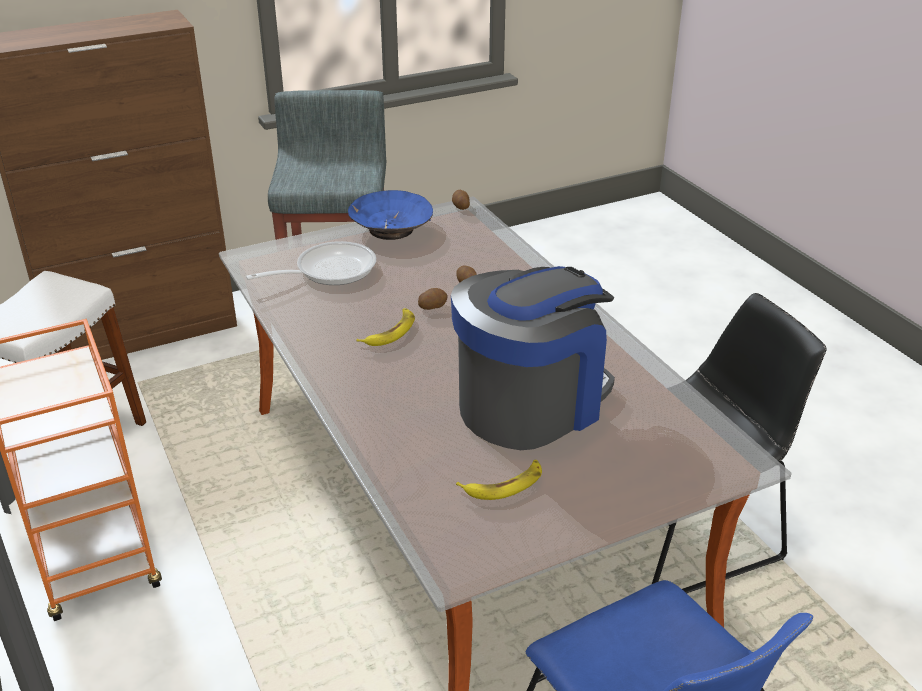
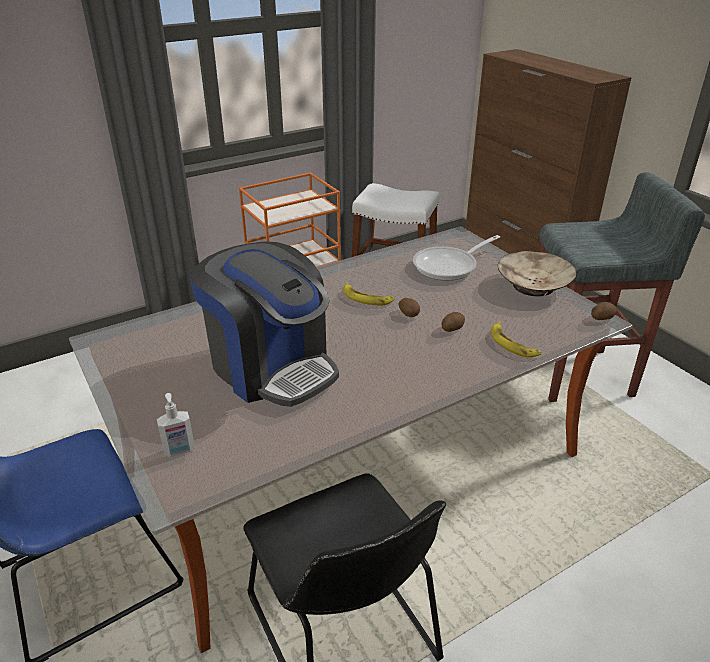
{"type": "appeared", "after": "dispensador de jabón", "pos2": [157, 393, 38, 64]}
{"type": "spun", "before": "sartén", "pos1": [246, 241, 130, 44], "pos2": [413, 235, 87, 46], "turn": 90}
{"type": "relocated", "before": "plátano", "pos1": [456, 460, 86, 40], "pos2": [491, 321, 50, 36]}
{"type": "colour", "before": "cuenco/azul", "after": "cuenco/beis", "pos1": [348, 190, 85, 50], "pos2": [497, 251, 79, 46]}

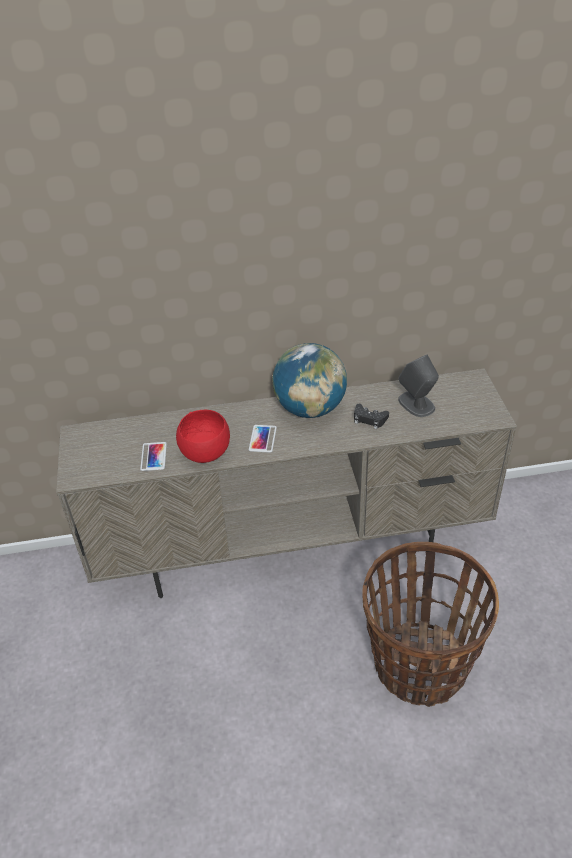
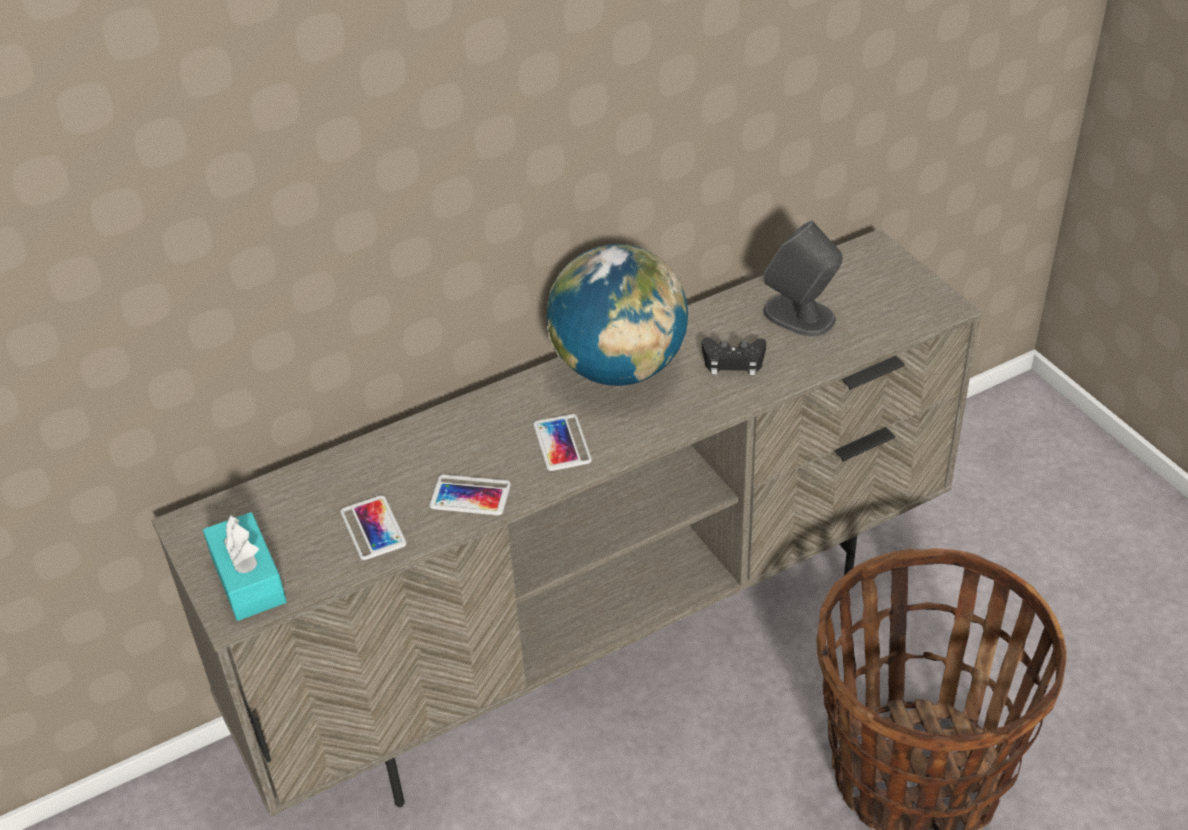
{"type": "appeared", "after": "caja de pañuelos/turquesa", "pos2": [203, 512, 84, 109]}
{"type": "exchanged", "before": "cuenco/rojo", "after": "móvil", "pos1": [176, 410, 54, 53], "pos2": [429, 475, 82, 40]}

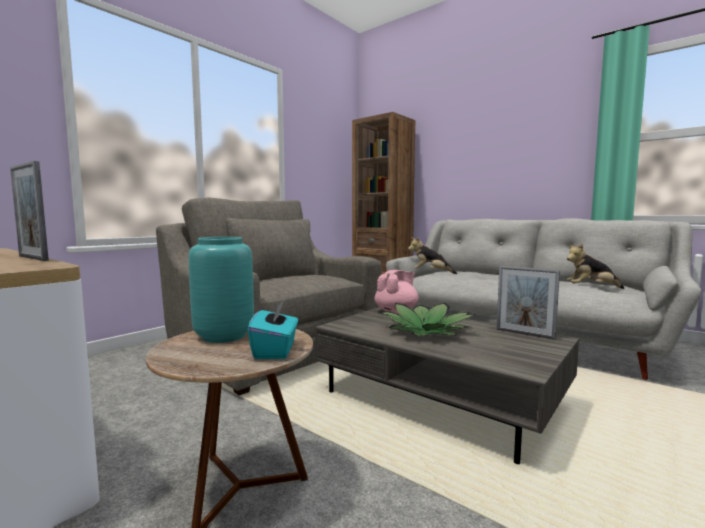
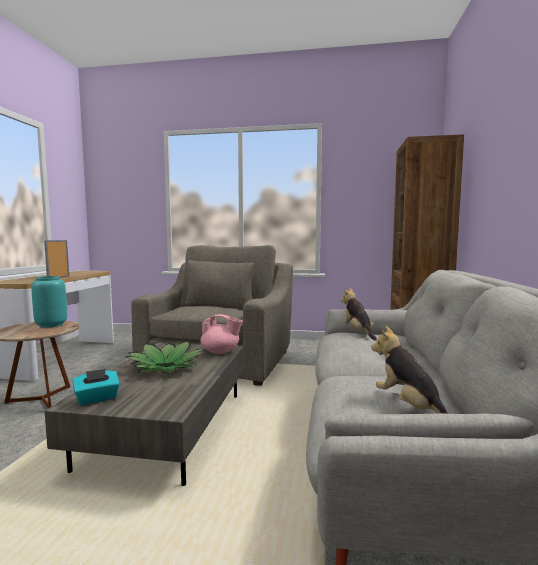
{"type": "relocated", "before": "caja de pañuelos/turquesa", "pos1": [247, 301, 51, 58], "pos2": [72, 369, 48, 37]}
{"type": "missing", "before": "portarretratos", "pos1": [496, 266, 64, 74]}

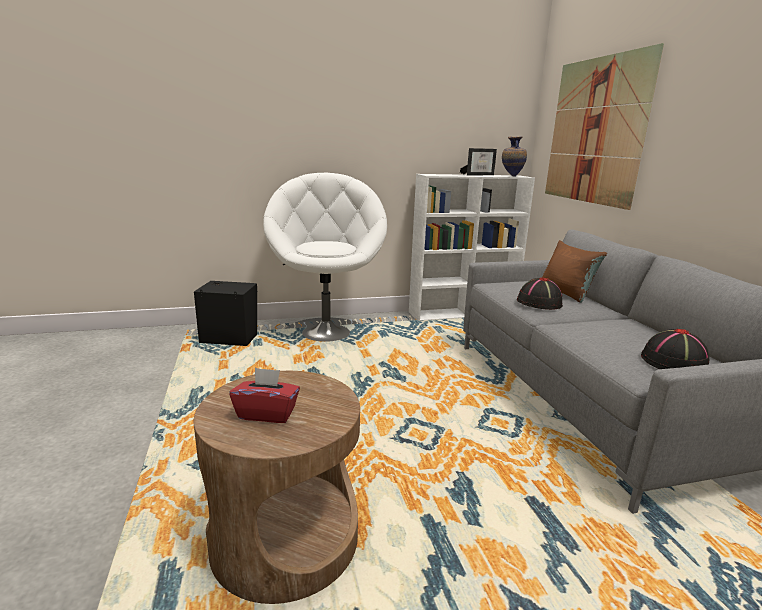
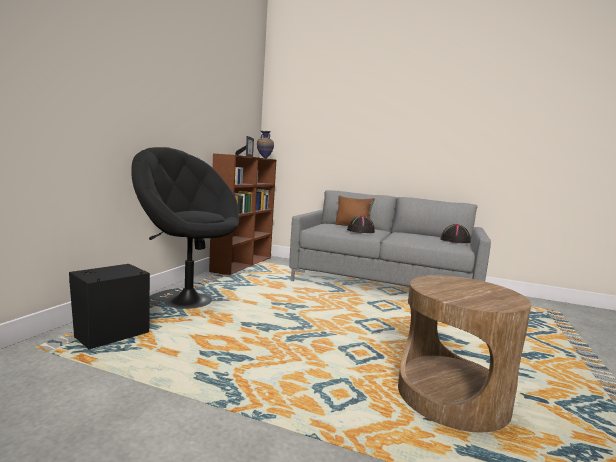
{"type": "colour", "before": "sillón/blanco", "after": "sillón/negro", "pos1": [263, 172, 124, 170], "pos2": [131, 147, 108, 162]}
{"type": "colour", "before": "estantería/blanco", "after": "estantería/marrón", "pos1": [409, 174, 126, 147], "pos2": [209, 154, 67, 121]}
{"type": "missing", "before": "caja de pañuelos/rojo", "pos1": [229, 368, 71, 55]}
{"type": "missing", "before": "cuadro", "pos1": [545, 43, 119, 167]}

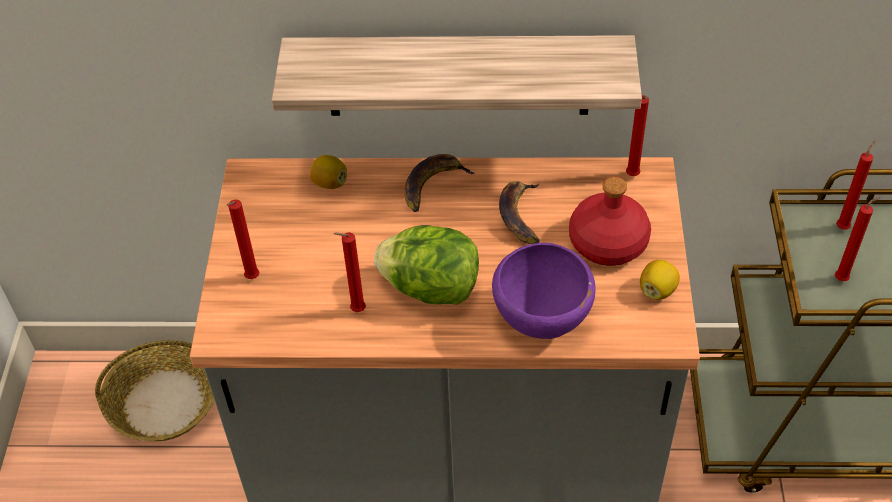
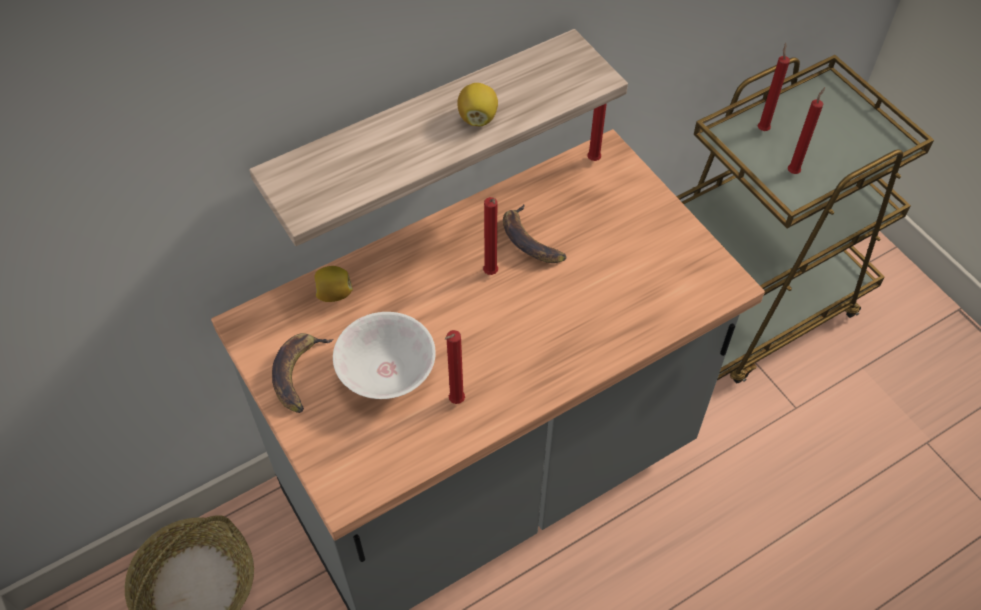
{"type": "relocated", "before": "plátano", "pos1": [404, 154, 71, 58], "pos2": [272, 333, 61, 80]}
{"type": "appeared", "after": "cuenco/blanco", "pos2": [333, 312, 103, 87]}
{"type": "relocated", "before": "limón", "pos1": [640, 260, 40, 40], "pos2": [457, 83, 41, 43]}
{"type": "relocated", "before": "vela/rojo", "pos1": [227, 200, 32, 79], "pos2": [483, 197, 15, 78]}
{"type": "missing", "before": "lechuga", "pos1": [374, 225, 105, 80]}
{"type": "missing", "before": "cuenco/morado", "pos1": [492, 243, 103, 96]}
{"type": "missing", "before": "botella/rojo", "pos1": [569, 177, 82, 89]}

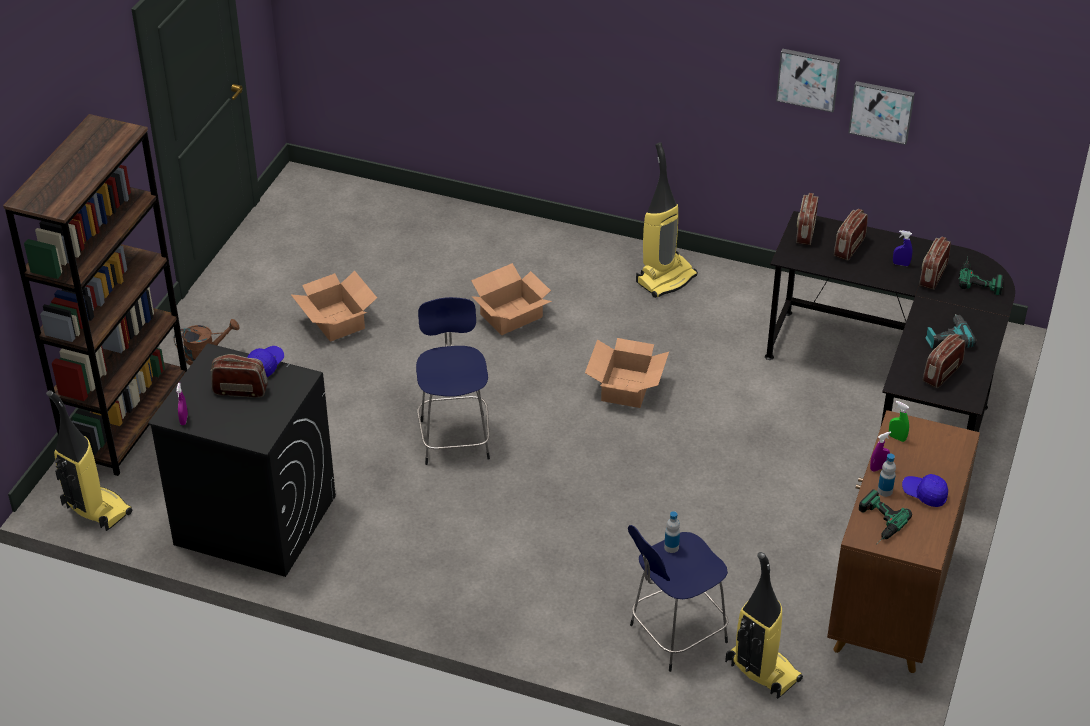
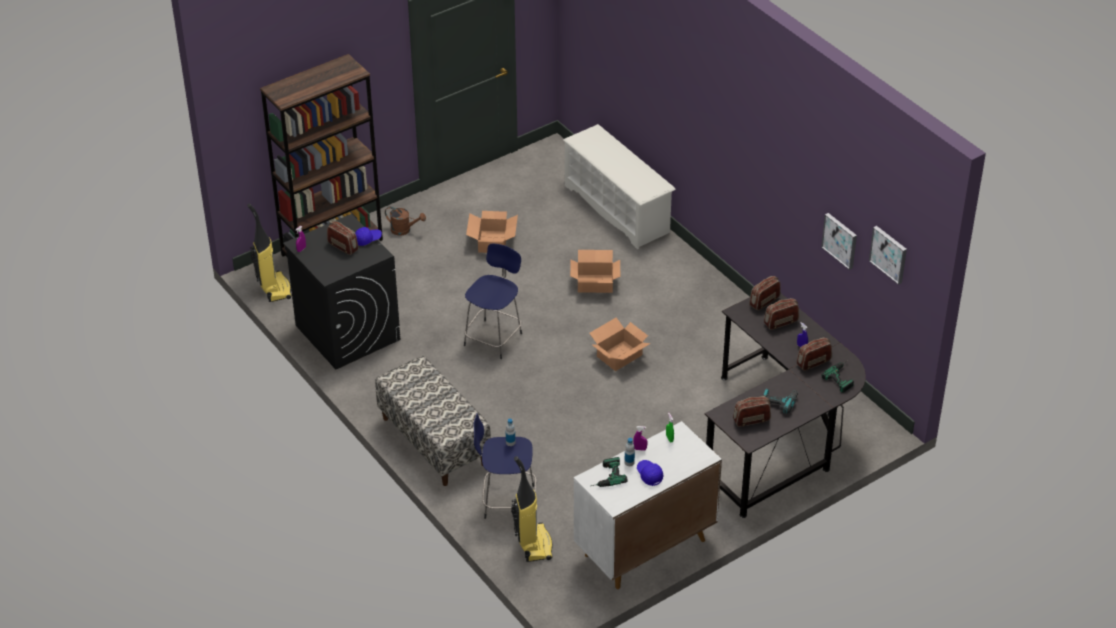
{"type": "appeared", "after": "banco", "pos2": [375, 356, 116, 130]}
{"type": "appeared", "after": "zapatero/blanco", "pos2": [563, 124, 113, 125]}
{"type": "colour", "before": "armario/marrón", "after": "armario/blanco", "pos1": [827, 410, 153, 263], "pos2": [574, 421, 148, 168]}
{"type": "relocated", "before": "cuadro", "pos1": [776, 48, 64, 65], "pos2": [869, 226, 38, 59]}
{"type": "missing", "before": "aspiradora", "pos1": [636, 142, 62, 156]}

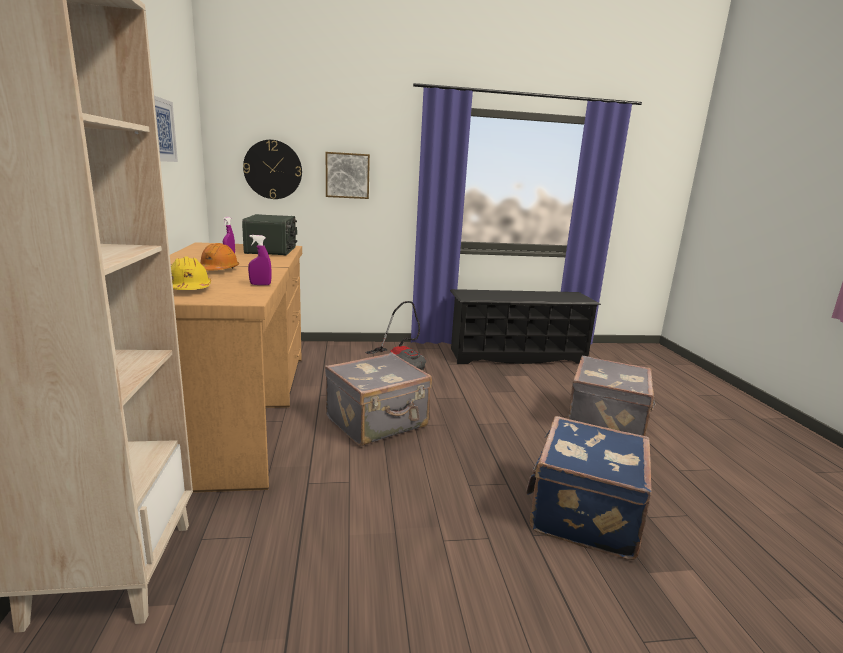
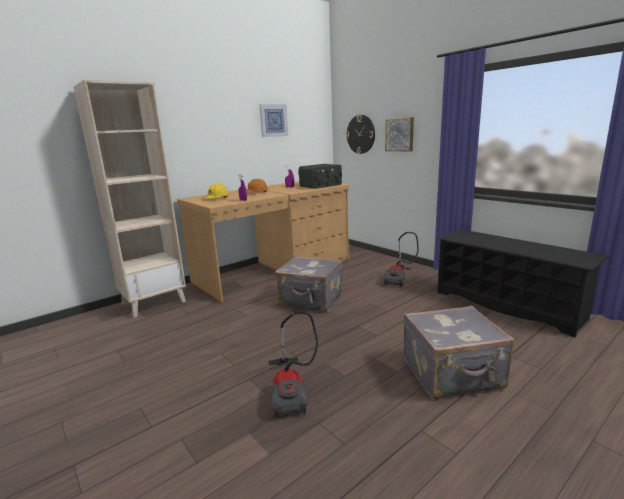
{"type": "exchanged", "before": "maleta/azul", "after": "aspiradora", "pos1": [526, 416, 126, 144], "pos2": [269, 311, 49, 107]}

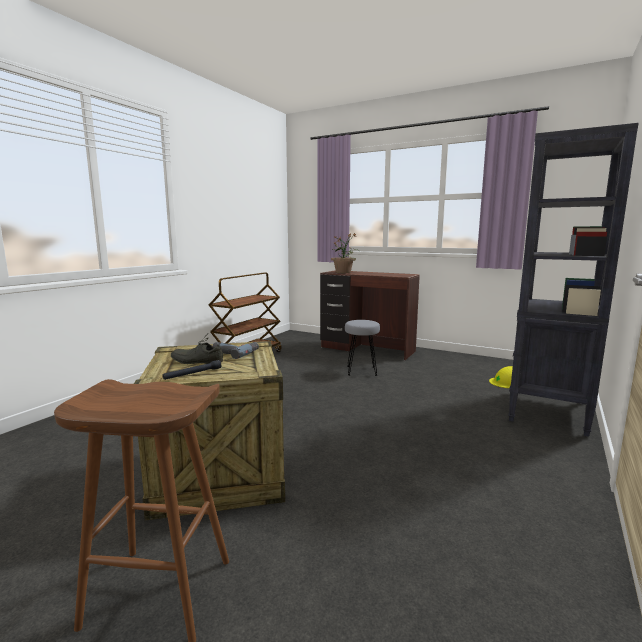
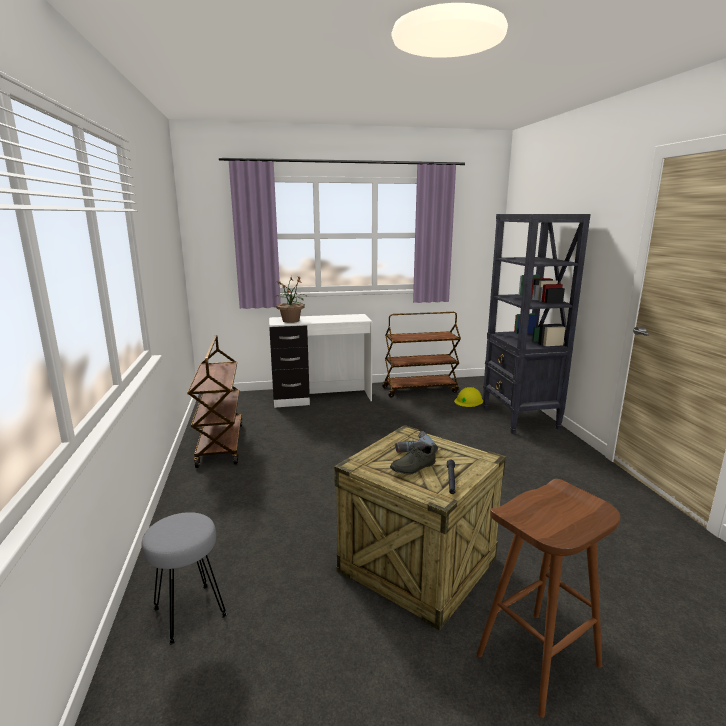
{"type": "relocated", "before": "taburete/gris", "pos1": [345, 320, 35, 56], "pos2": [141, 512, 86, 132]}
{"type": "colour", "before": "escritorio/marrón", "after": "escritorio/blanco", "pos1": [320, 270, 100, 90], "pos2": [269, 314, 103, 94]}
{"type": "appeared", "after": "carrito/marrón", "pos2": [382, 312, 79, 86]}

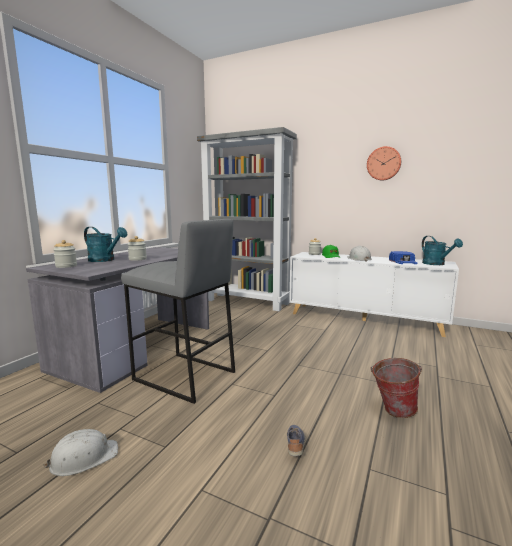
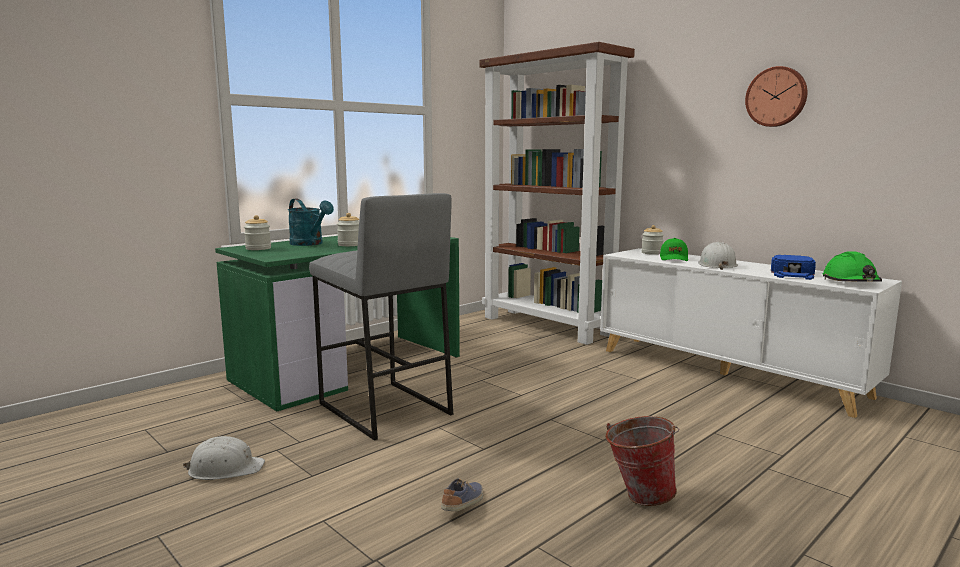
{"type": "colour", "before": "escritorio/gris", "after": "escritorio/verde", "pos1": [26, 247, 183, 146], "pos2": [215, 236, 245, 175]}
{"type": "colour", "before": "estantería/gris", "after": "estantería/marrón", "pos1": [197, 127, 100, 184], "pos2": [479, 42, 156, 303]}
{"type": "exchanged", "before": "regadera/turquesa", "after": "casco/verde", "pos1": [422, 236, 41, 29], "pos2": [823, 251, 59, 31]}

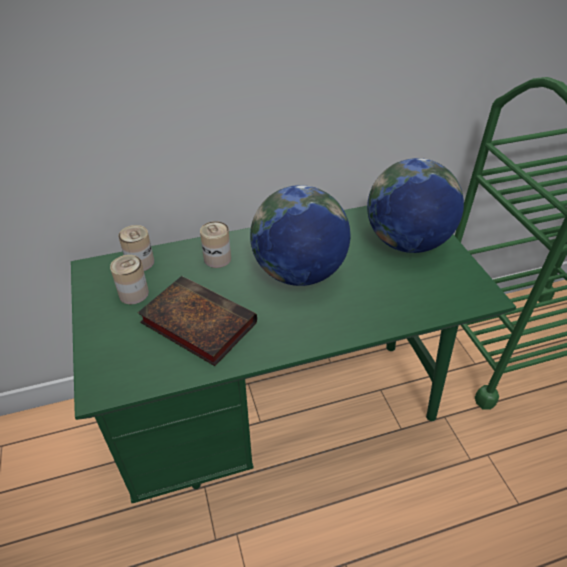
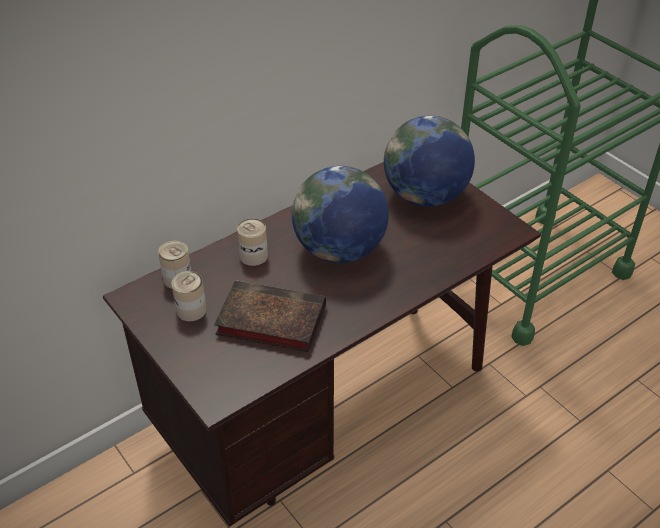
{"type": "colour", "before": "escritorio/verde", "after": "escritorio/marrón", "pos1": [71, 206, 445, 297], "pos2": [103, 162, 438, 365]}

